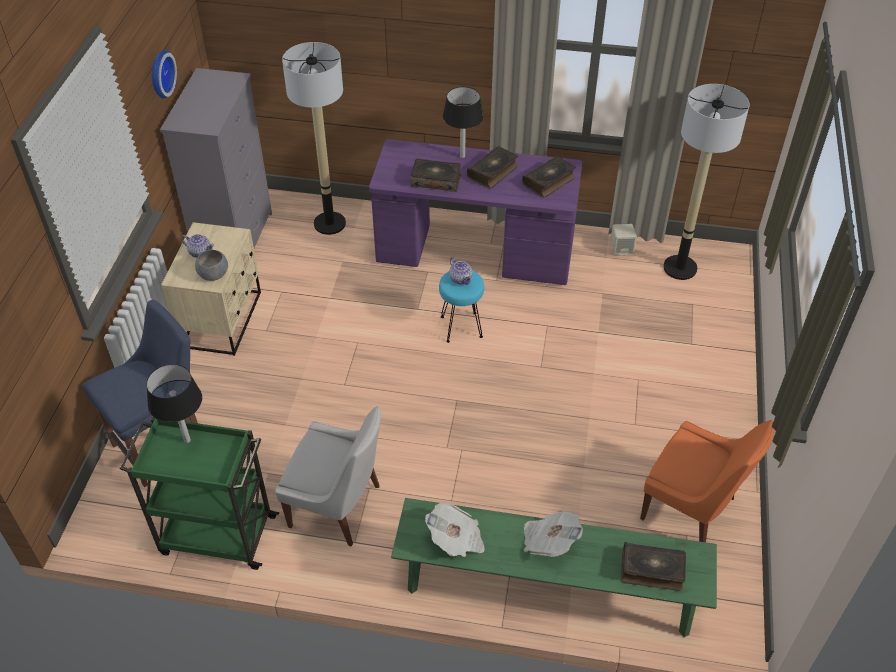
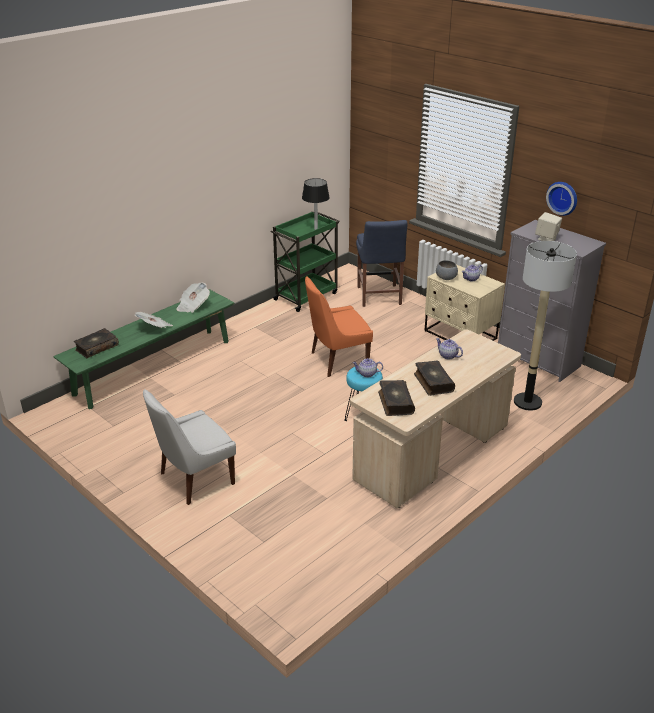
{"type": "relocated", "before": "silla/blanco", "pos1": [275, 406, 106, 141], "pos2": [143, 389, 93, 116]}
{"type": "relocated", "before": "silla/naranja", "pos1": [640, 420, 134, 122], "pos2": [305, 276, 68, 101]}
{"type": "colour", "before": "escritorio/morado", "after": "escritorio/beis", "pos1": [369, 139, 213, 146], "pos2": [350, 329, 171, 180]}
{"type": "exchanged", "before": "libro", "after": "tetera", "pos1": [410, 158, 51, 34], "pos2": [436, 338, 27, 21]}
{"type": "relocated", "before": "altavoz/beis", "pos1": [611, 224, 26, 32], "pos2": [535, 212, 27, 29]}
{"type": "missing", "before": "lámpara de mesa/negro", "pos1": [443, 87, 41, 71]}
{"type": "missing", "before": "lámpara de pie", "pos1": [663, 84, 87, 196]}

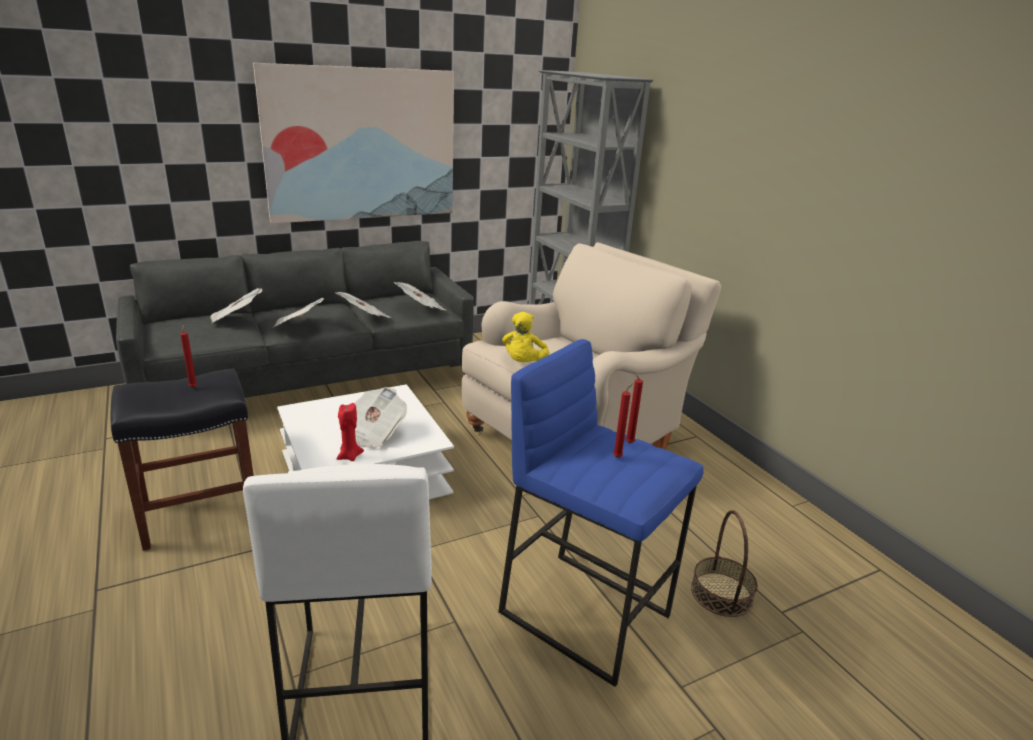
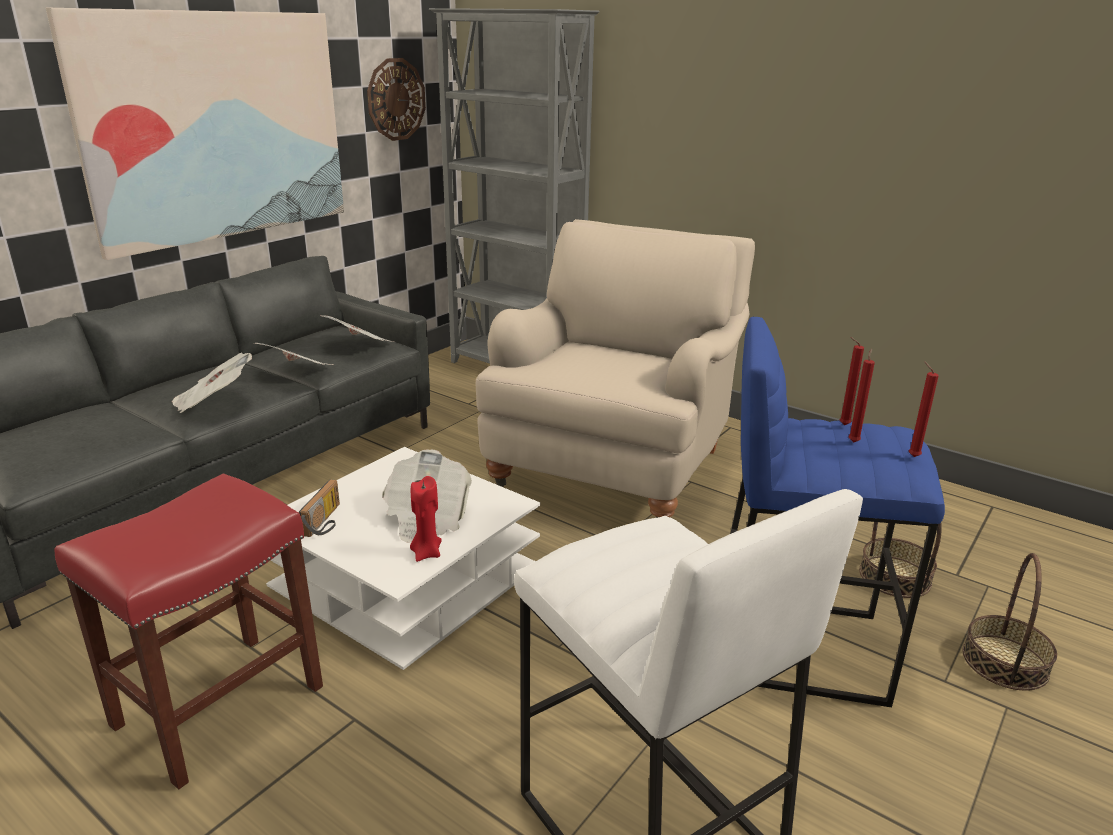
{"type": "colour", "before": "taburete/negro", "after": "taburete/rojo", "pos1": [110, 369, 144, 182], "pos2": [54, 474, 269, 316]}
{"type": "appeared", "after": "radio", "pos2": [299, 479, 41, 58]}
{"type": "appeared", "after": "reloj de pared", "pos2": [367, 58, 59, 83]}
{"type": "relocated", "before": "vela/rojo", "pos1": [180, 324, 17, 64], "pos2": [909, 361, 30, 96]}
{"type": "appeared", "after": "cesta", "pos2": [962, 553, 95, 138]}
{"type": "missing", "before": "periódico", "pos1": [210, 288, 52, 35]}
{"type": "missing", "before": "peluche/amarillo", "pos1": [502, 312, 48, 50]}

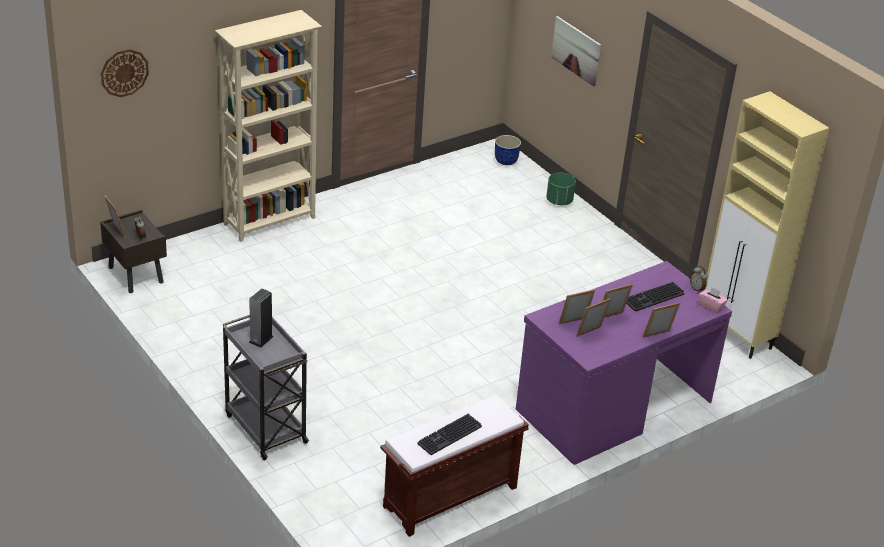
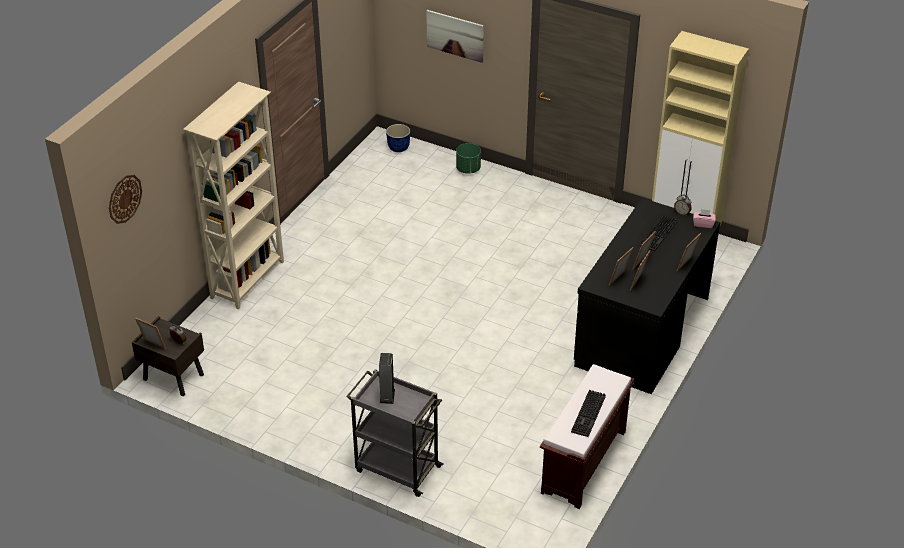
{"type": "colour", "before": "escritorio/morado", "after": "escritorio/negro", "pos1": [516, 261, 216, 204], "pos2": [574, 198, 146, 196]}

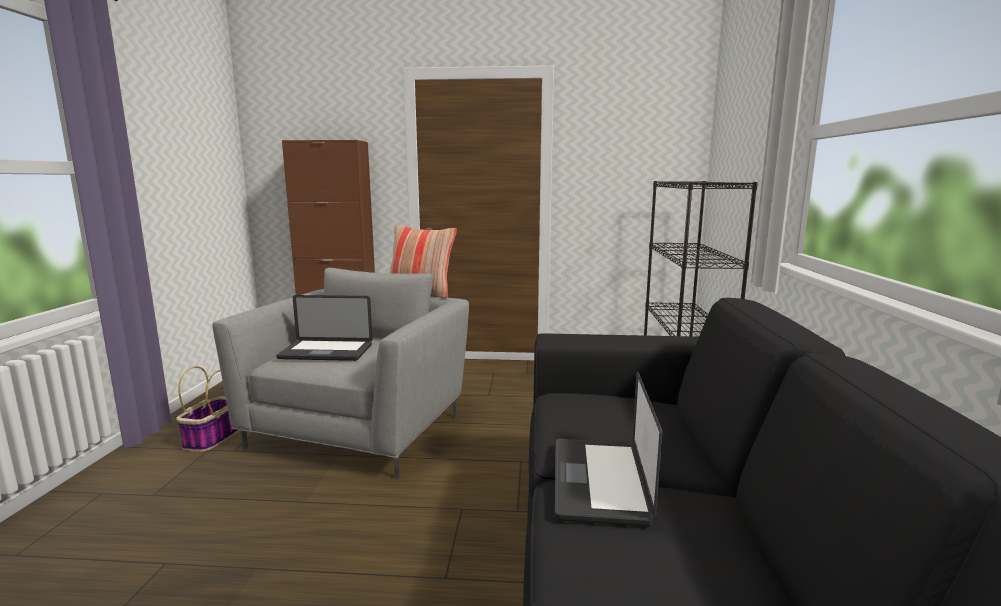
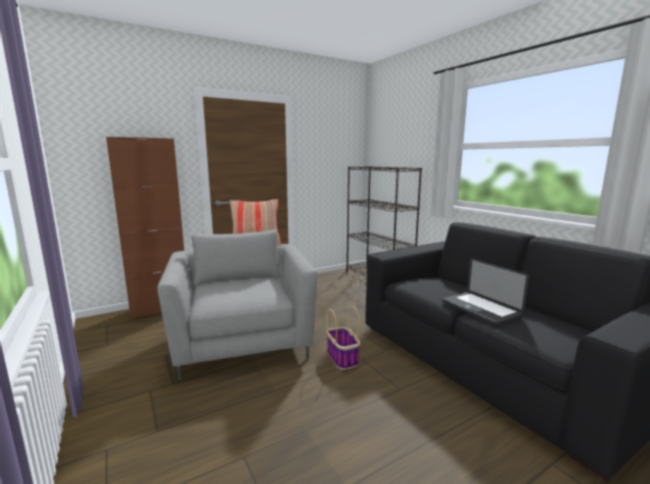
{"type": "relocated", "before": "cesta", "pos1": [176, 366, 64, 86], "pos2": [326, 306, 34, 64]}
{"type": "missing", "before": "portátil", "pos1": [276, 295, 97, 66]}

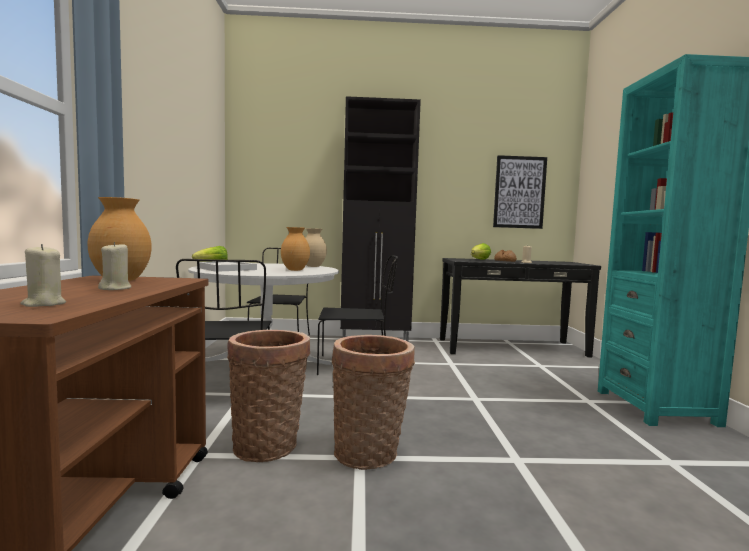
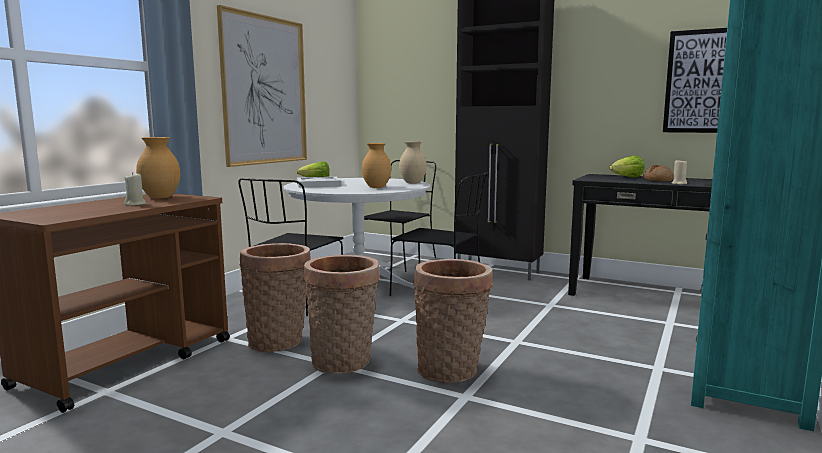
{"type": "appeared", "after": "cuadro", "pos2": [217, 5, 90, 162]}
{"type": "appeared", "after": "cesta", "pos2": [413, 259, 80, 124]}
{"type": "missing", "before": "vela/beis", "pos1": [20, 244, 46, 63]}

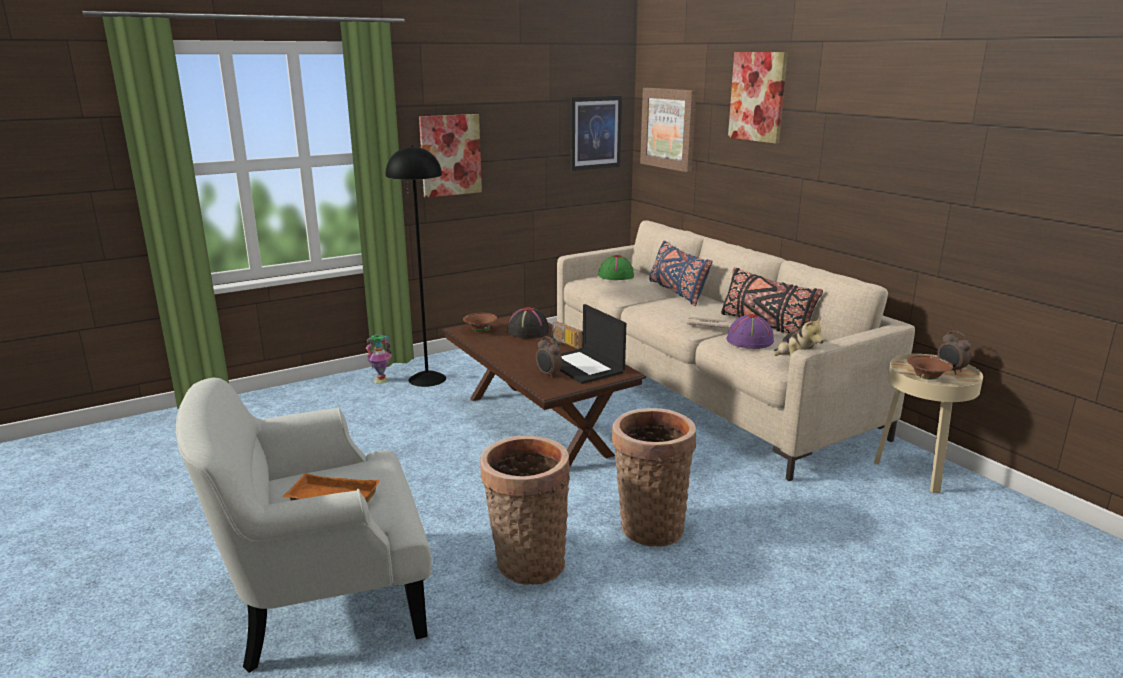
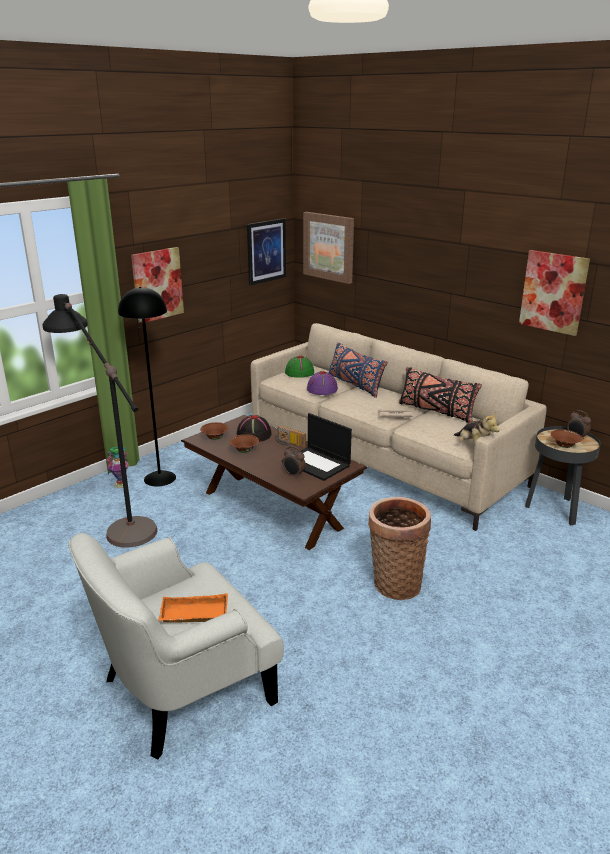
{"type": "appeared", "after": "lámpara de pie/negro", "pos2": [42, 294, 115, 254]}
{"type": "appeared", "after": "cuenco/marrón", "pos2": [230, 434, 29, 19]}
{"type": "relocated", "before": "sombrero/morado", "pos1": [726, 314, 48, 35], "pos2": [307, 371, 31, 24]}
{"type": "relocated", "before": "cuadro", "pos1": [728, 52, 60, 92], "pos2": [519, 250, 71, 86]}
{"type": "colour", "before": "mesa auxiliar/beis", "after": "mesa auxiliar/negro", "pos1": [874, 354, 109, 139], "pos2": [525, 426, 76, 99]}
{"type": "missing", "before": "cesta", "pos1": [480, 436, 90, 149]}

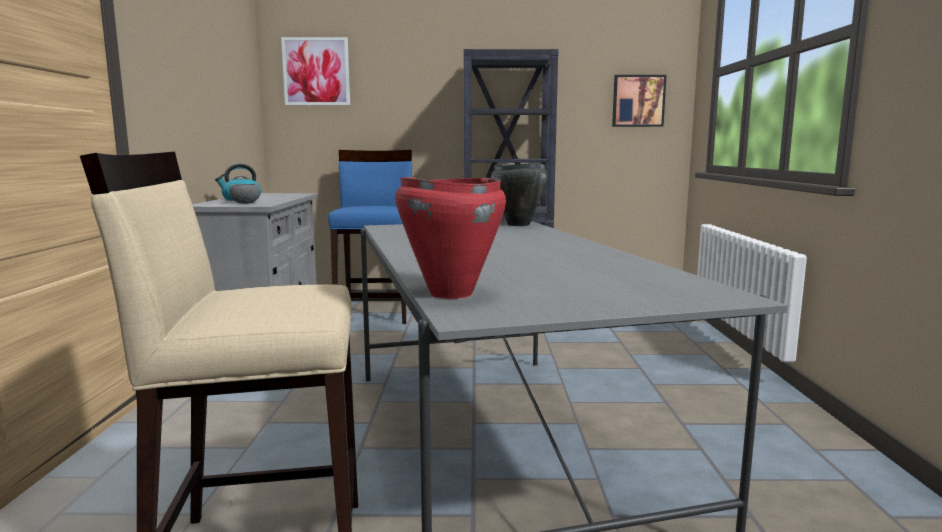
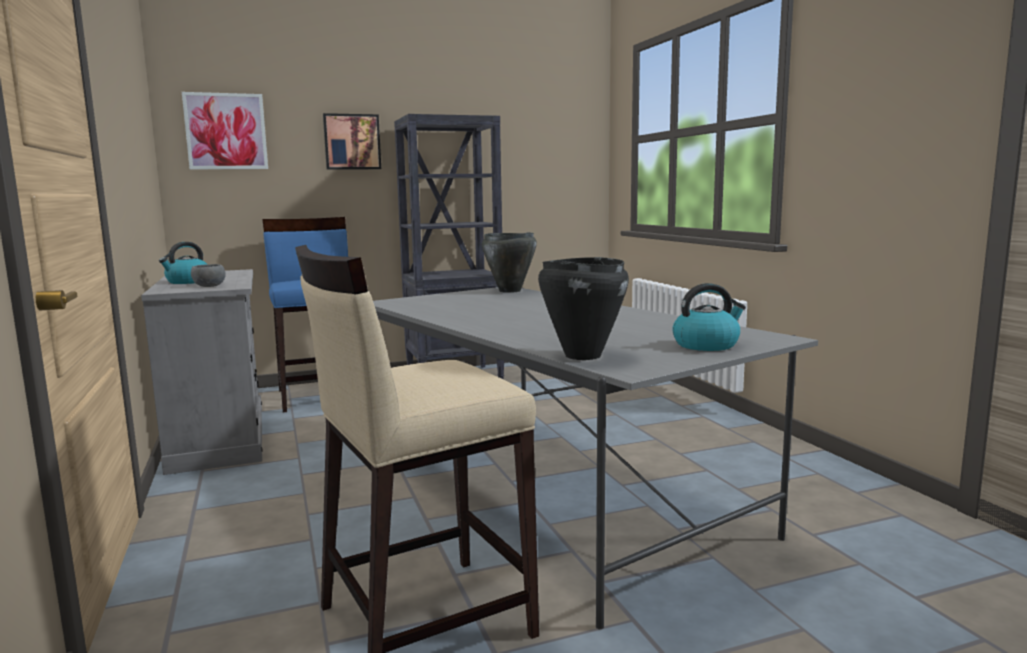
{"type": "relocated", "before": "cuadro", "pos1": [612, 75, 55, 52], "pos2": [323, 113, 58, 57]}
{"type": "colour", "before": "olla/rojo", "after": "olla/negro", "pos1": [395, 177, 111, 122], "pos2": [538, 257, 91, 103]}
{"type": "appeared", "after": "hervidor", "pos2": [672, 283, 74, 68]}

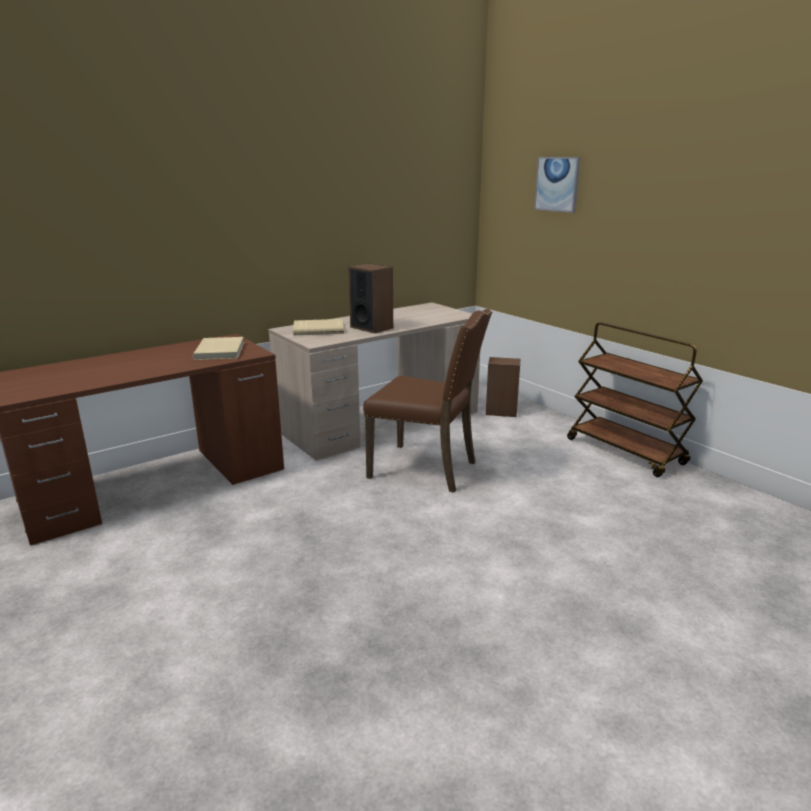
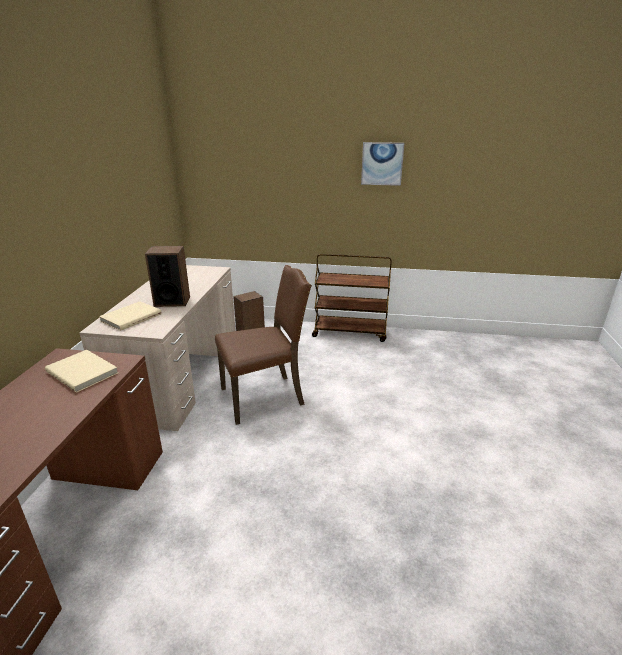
{"type": "relocated", "before": "cuadro", "pos1": [534, 157, 47, 56], "pos2": [361, 142, 43, 44]}

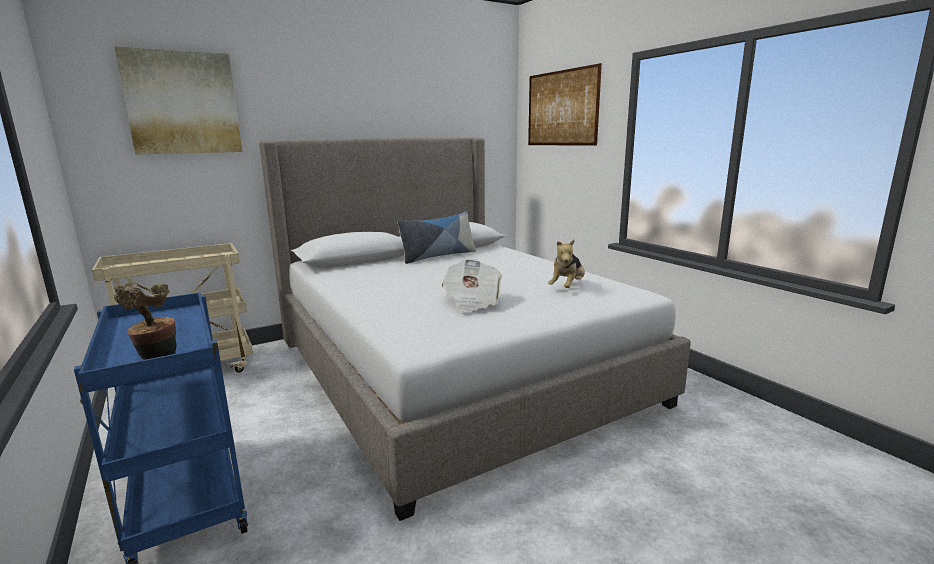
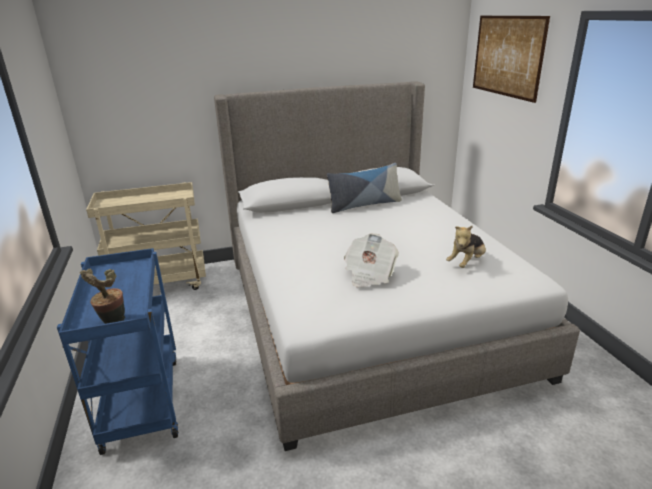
{"type": "missing", "before": "cuadro", "pos1": [114, 46, 128, 108]}

